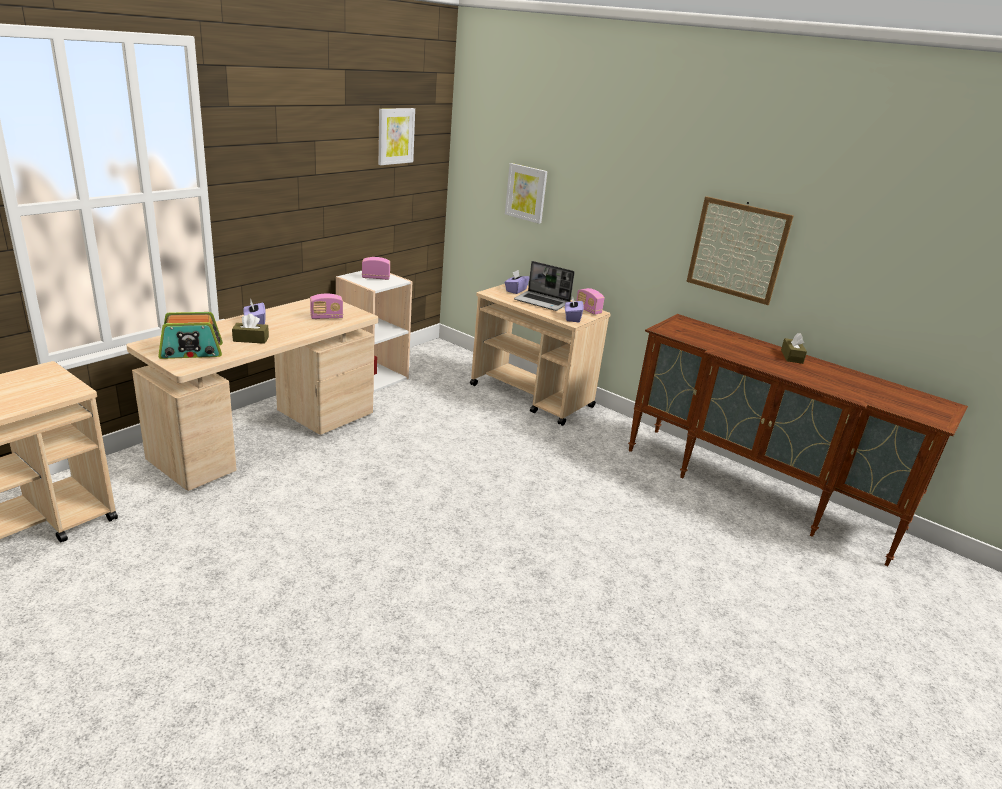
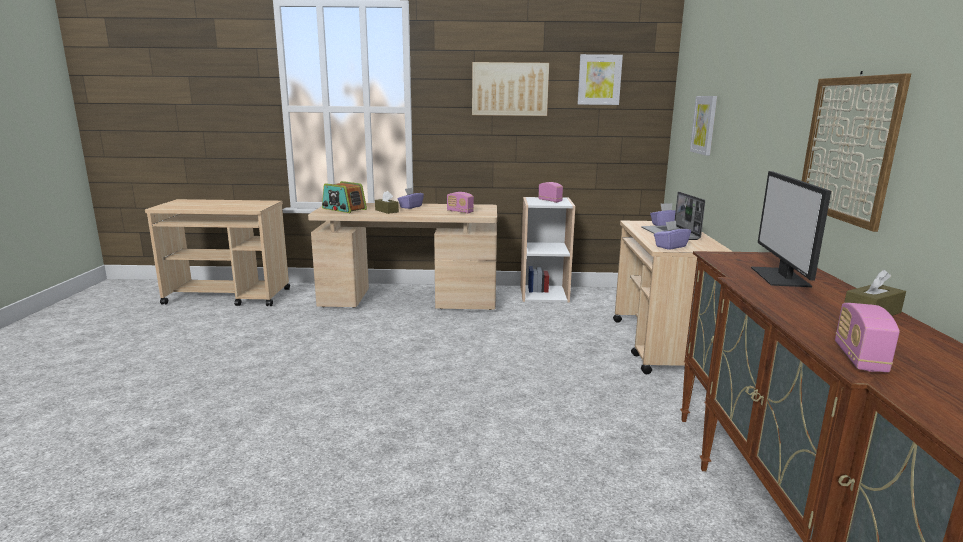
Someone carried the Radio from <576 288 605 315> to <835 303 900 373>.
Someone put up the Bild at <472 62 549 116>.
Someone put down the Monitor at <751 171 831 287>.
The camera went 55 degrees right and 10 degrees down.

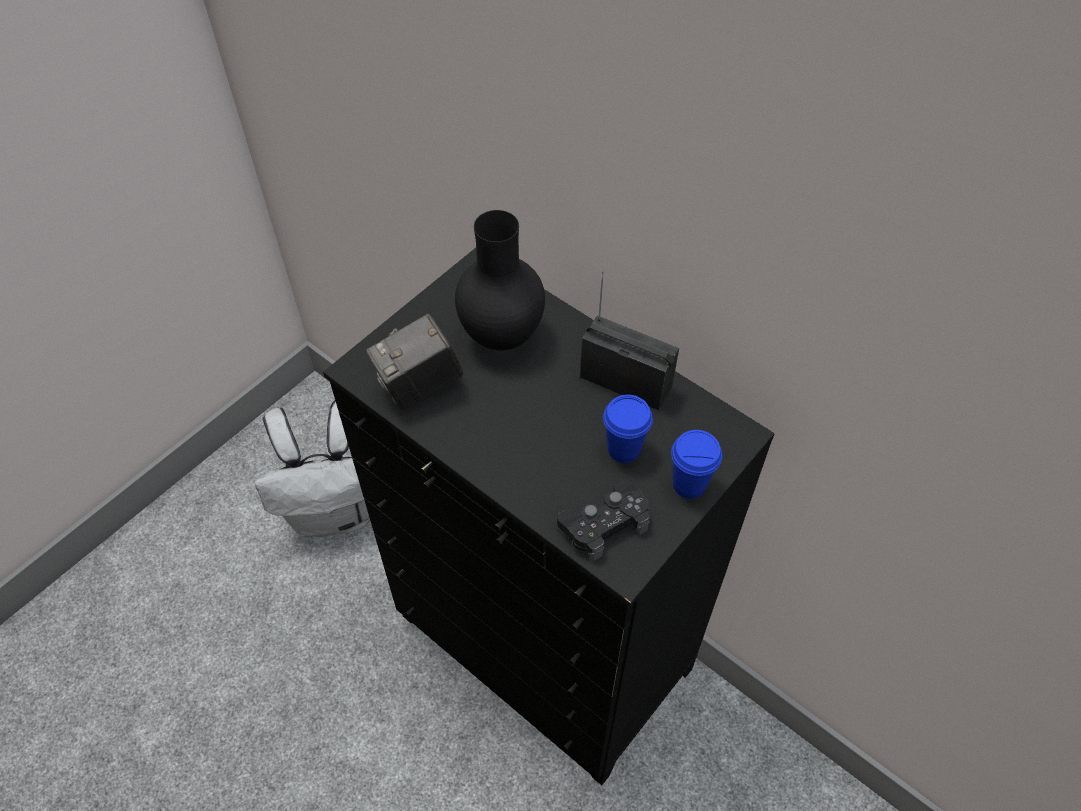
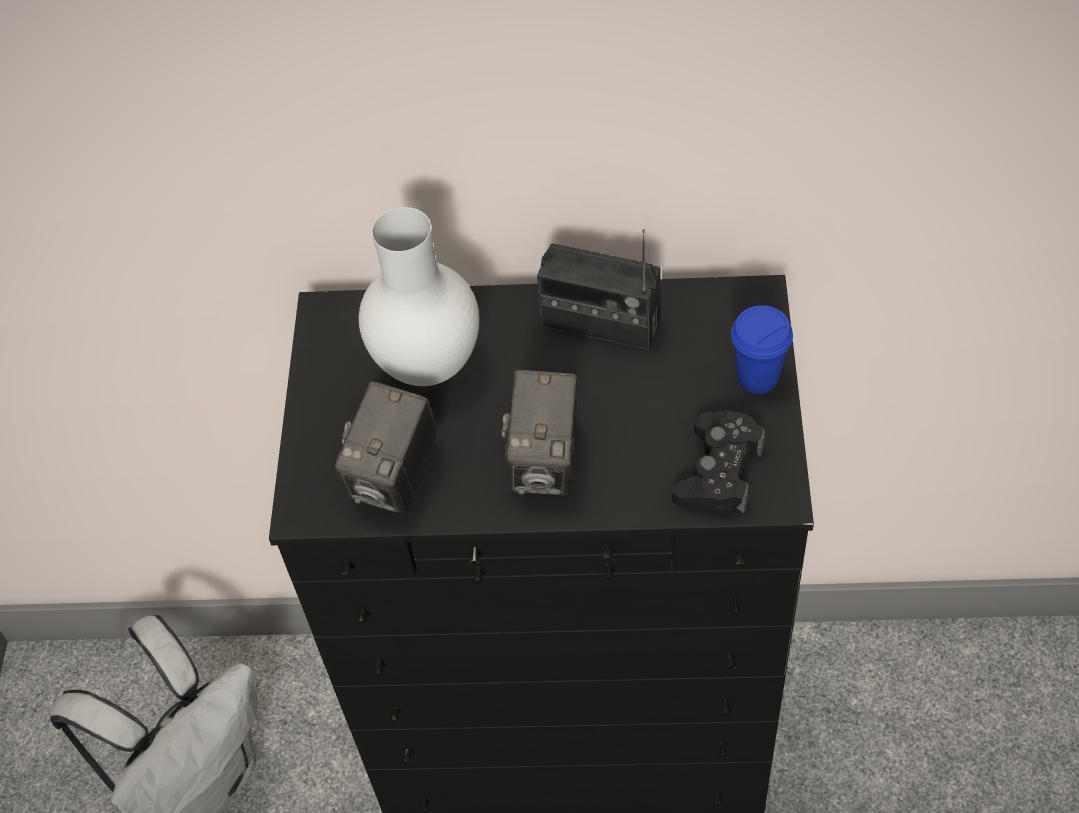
Someone repainted the Vase (schwarz) at <455 210 545 351>, which became the Vase (weiß) at <359 207 479 386>.
Someone rotated the Radio at <580 271 679 410> by 150 degrees counterclockwise.
Someone took away the Tasse (blau) at <603 395 653 463>.
Someone put down the Kamera at <502 370 578 495>.
The camera went 35 degrees left and 0 degrees up.

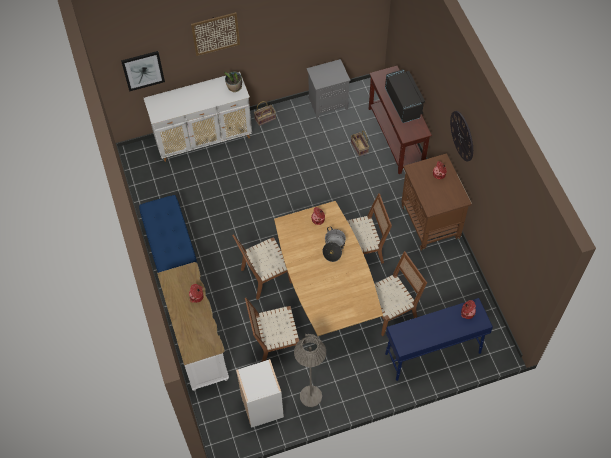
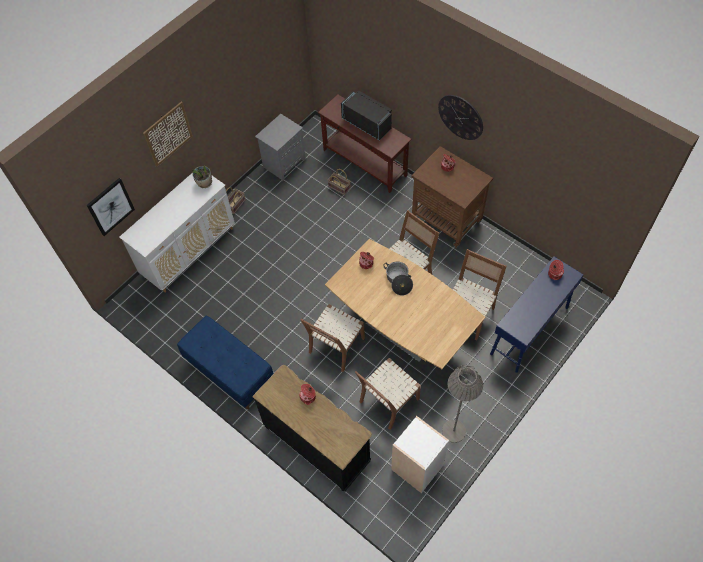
Someone repainted the Kommode (weiß) at <157 262 229 391>, which became the Kommode (schwarz) at <252 365 372 492>.
The camera went 30 degrees left and 0 degrees up.

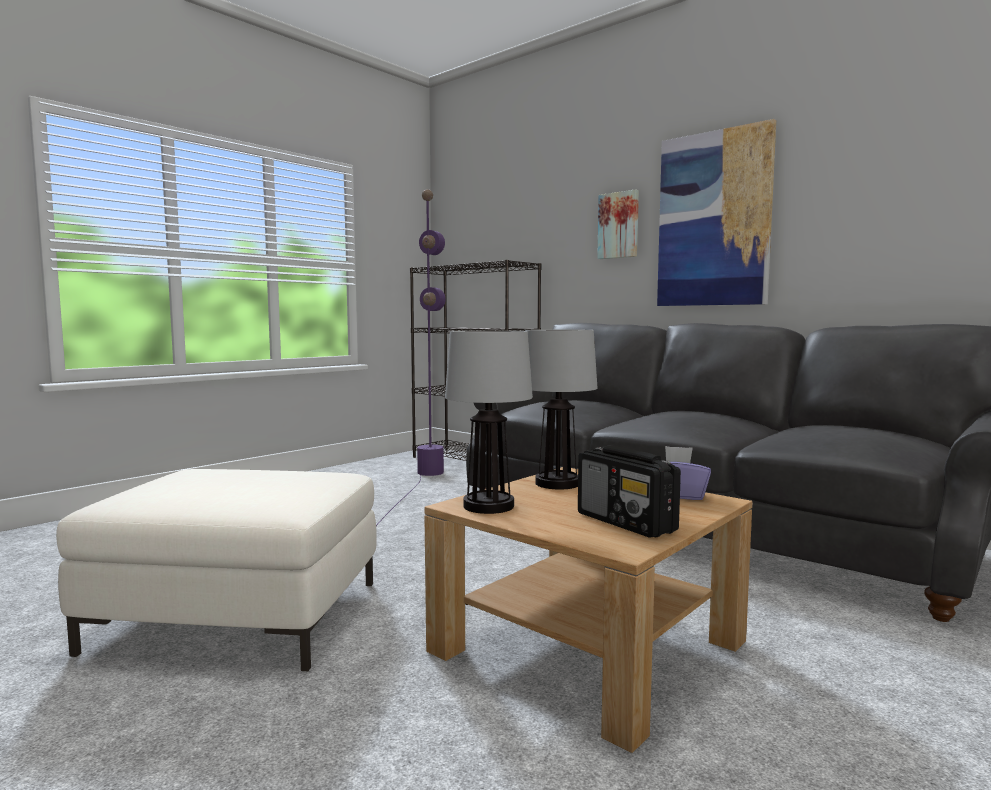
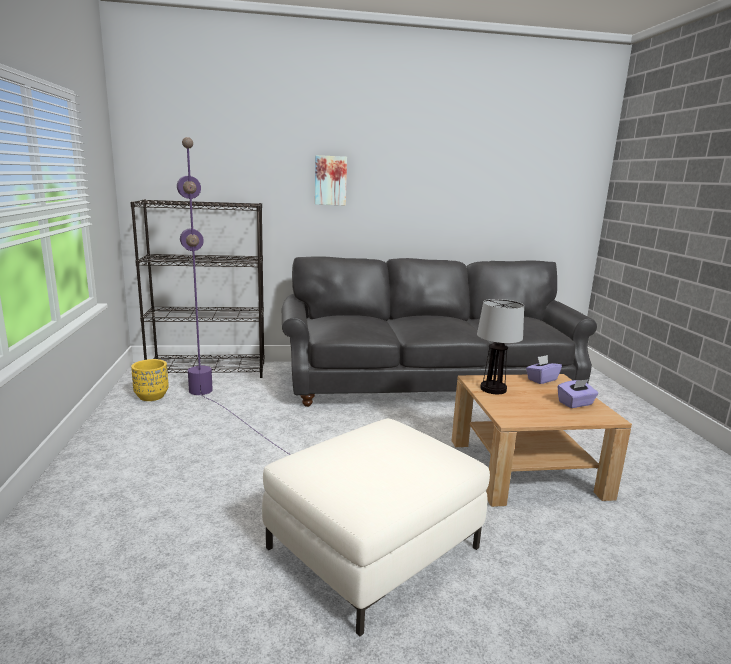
Someone took away the Bild at <657 119 776 306>.
Someone took away the Tischlampe at <445 331 533 514>.
Someone swapped the Radio at <578 446 681 538> for the Taschentuchbox (lila) at <557 379 598 408>.
Someone put down the Pflanzkübel (gelb) at <131 359 169 401>.
The camera went 50 degrees left and 10 degrees up.

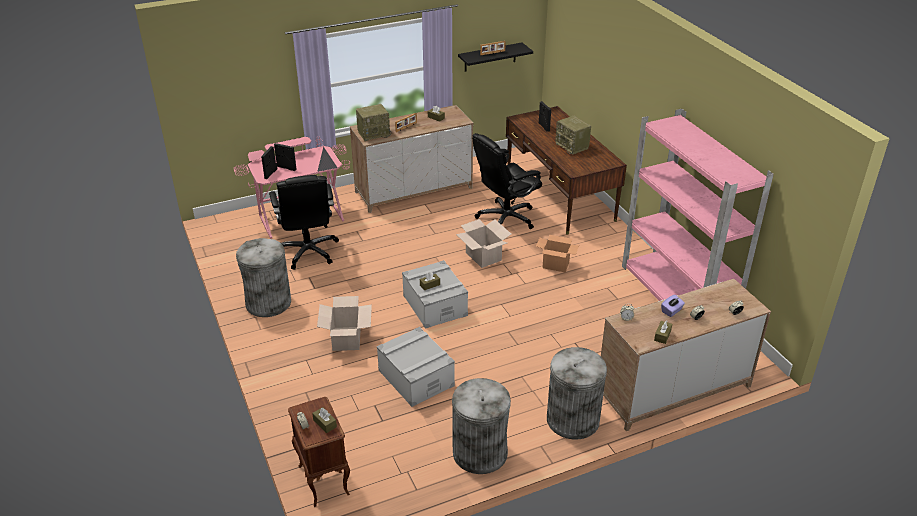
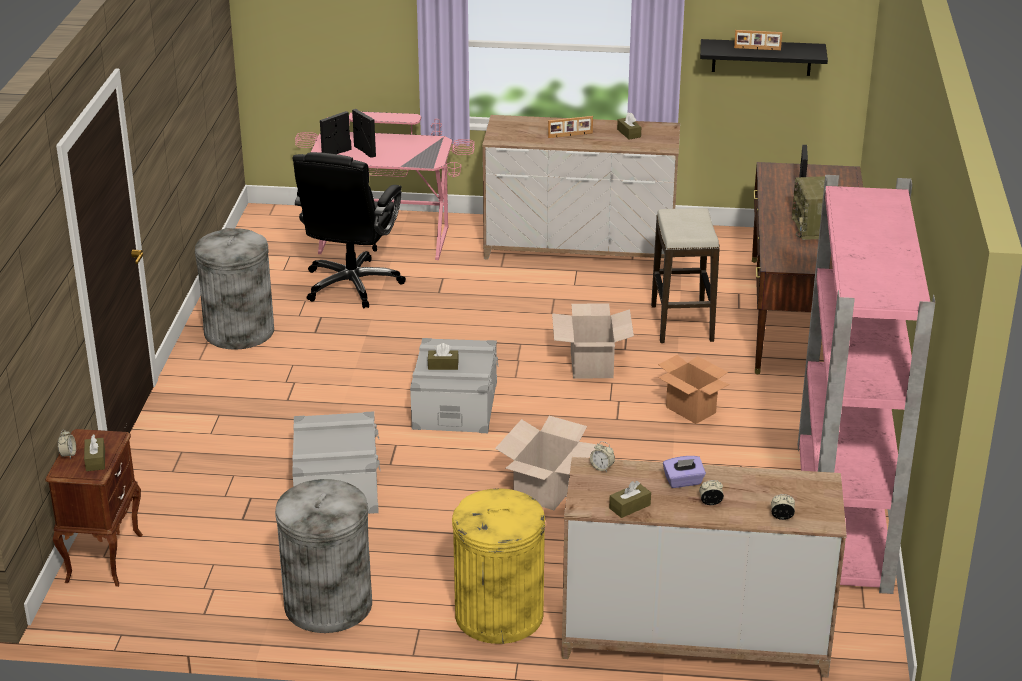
Someone took away the Radio at <356 104 392 141>.
Someone swapped the Bürostuhl (schwarz) at <472 133 542 229> for the Hocker at <651 208 720 343>.
Someone carried the Karton from <317 296 372 351> to <495 416 597 510>.
Someone repainted the Mülleimer (grau) at <547 347 607 439>, which became the Mülleimer (gelb) at <452 488 545 644>.
The camera went 30 degrees right and 5 degrees down.

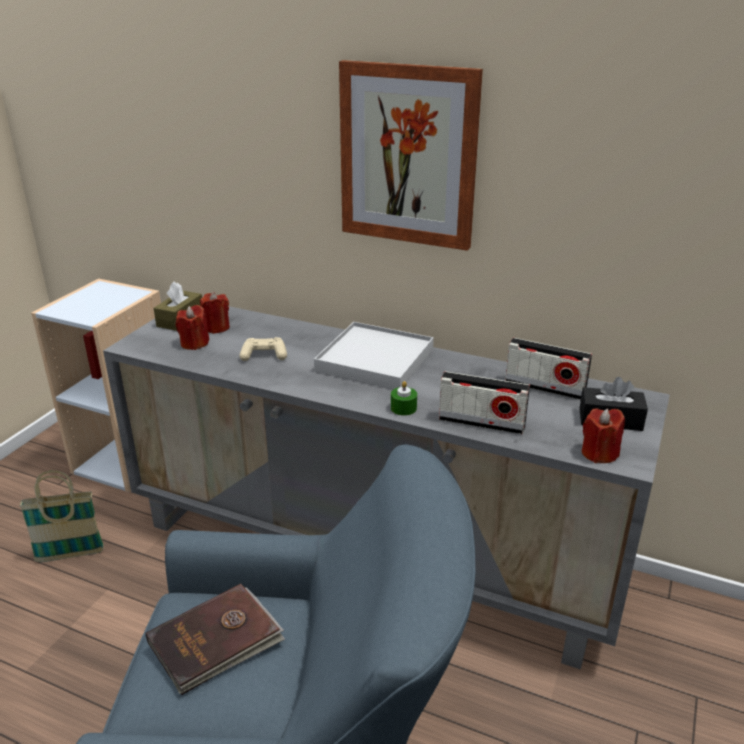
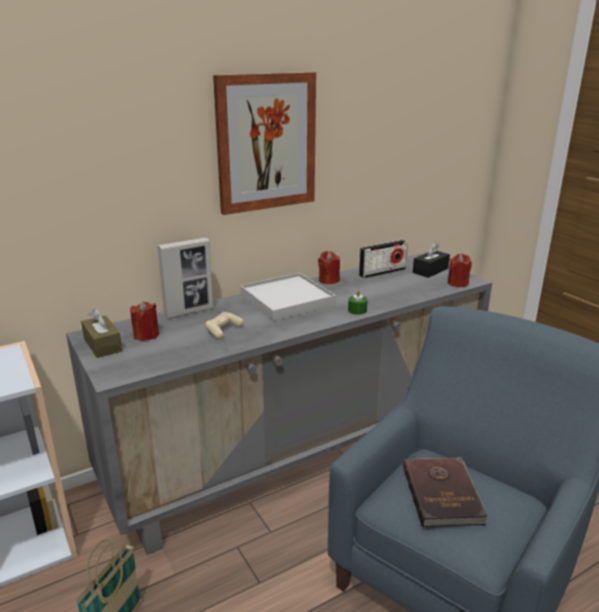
Someone carried the Kerze (rot) from <176 305 209 350> to <318 251 340 284>.
Someone took away the Radio at <439 371 530 434>.
Someone put down the Bilderrahmen at <157 238 213 319>.
The camera went 55 degrees left and 5 degrees down.

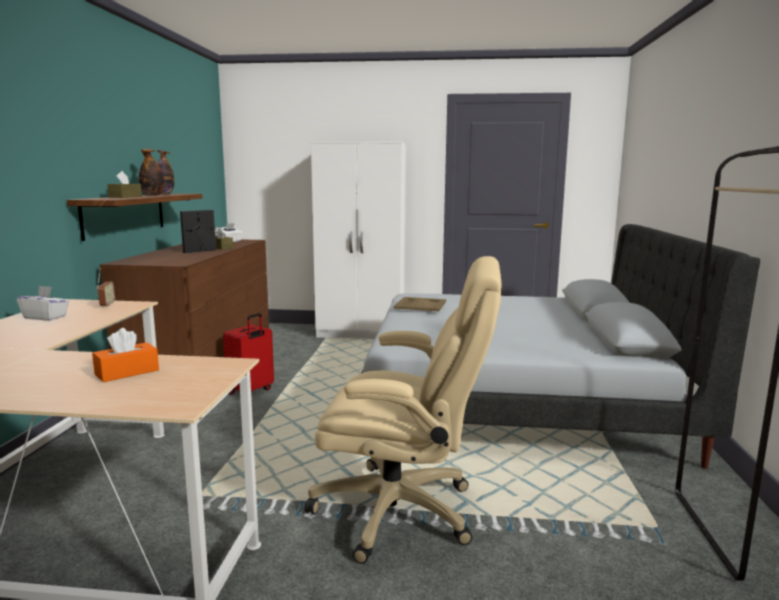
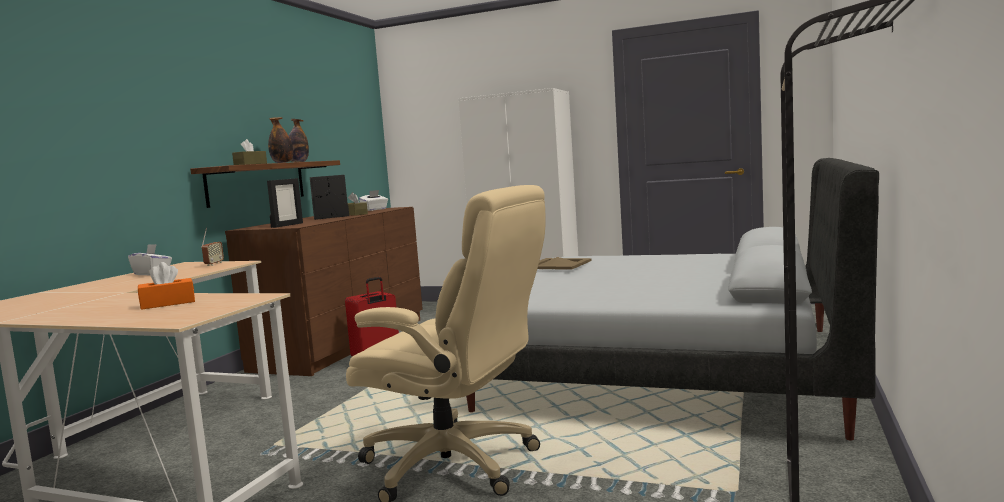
Someone put down the Bilderrahmen at <267 178 303 228>.
The camera went 15 degrees right and 5 degrees down.

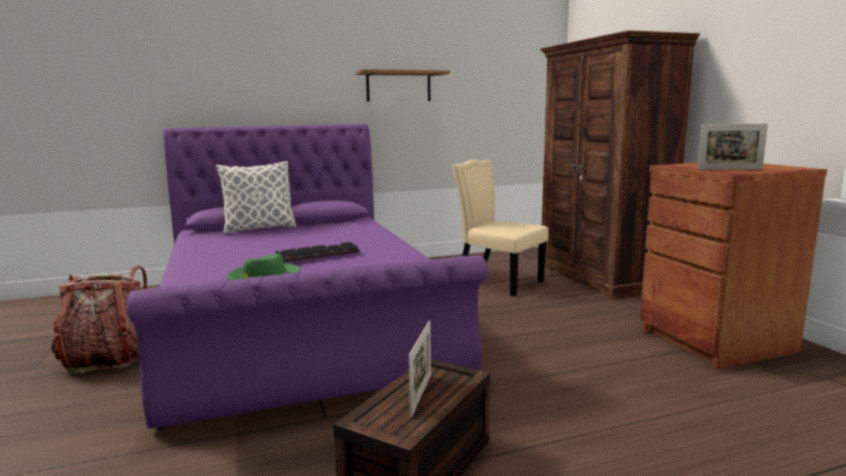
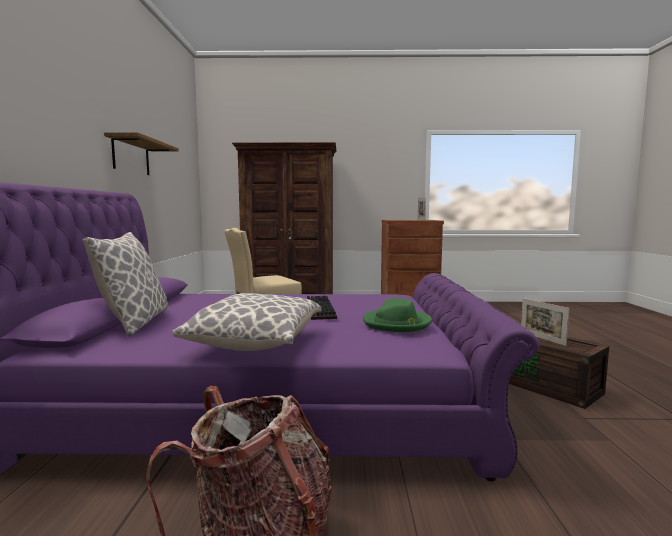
Someone rotated the Bilderrahmen at <409 321 431 417> by 150 degrees counterclockwise.
Someone put down the Kissen at <173 293 322 351>.
The camera went 70 degrees left and 5 degrees down.

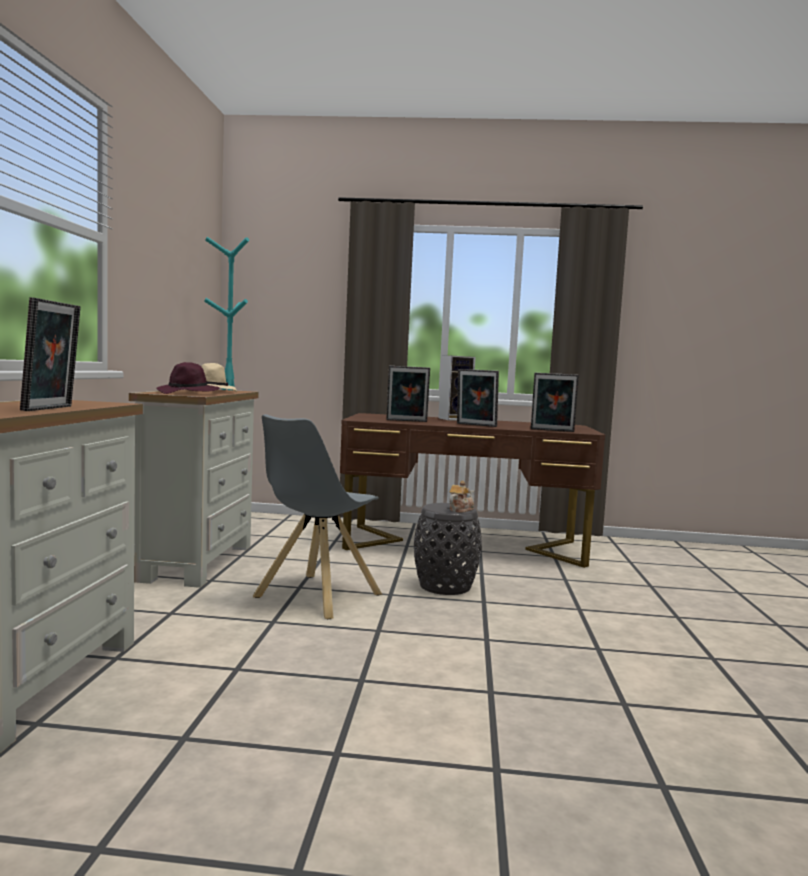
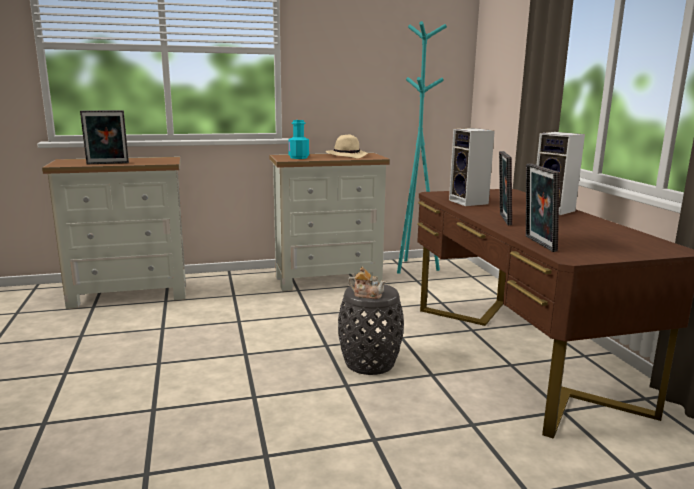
Someone swapped the Hut (lila) at <156 362 220 394> for the Flasche (türkis) at <288 120 309 159>.
Someone swapped the Bilderrahmen at <386 366 430 422> for the Lautsprecher at <449 128 495 206>.
Someone took away the Stuhl (grau) at <253 414 382 619>.
The camera went 70 degrees right and 10 degrees up.

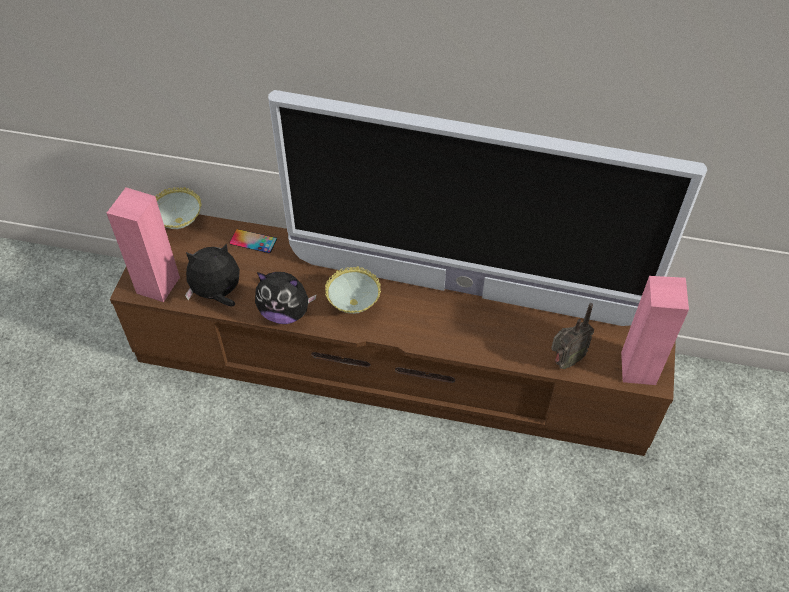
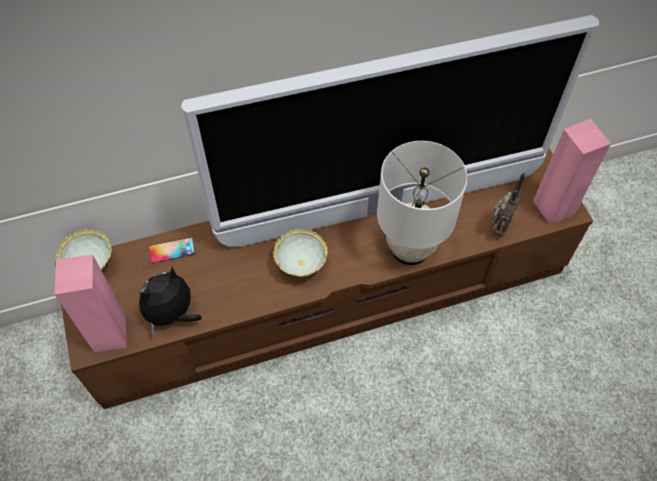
Someone took away the Plüschtier at <255 272 317 324>.
Someone put down the Tischlampe (weiß) at <377 141 467 265>.
The camera went 30 degrees left and 5 degrees up.

